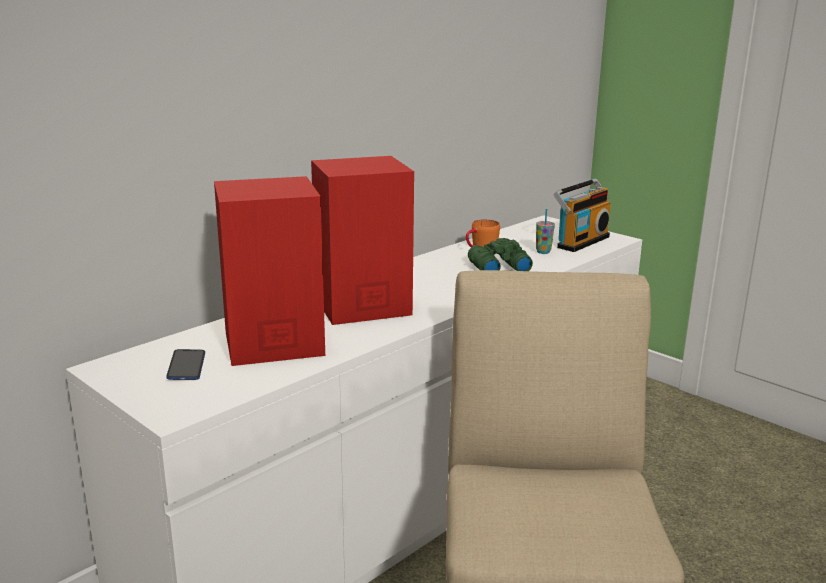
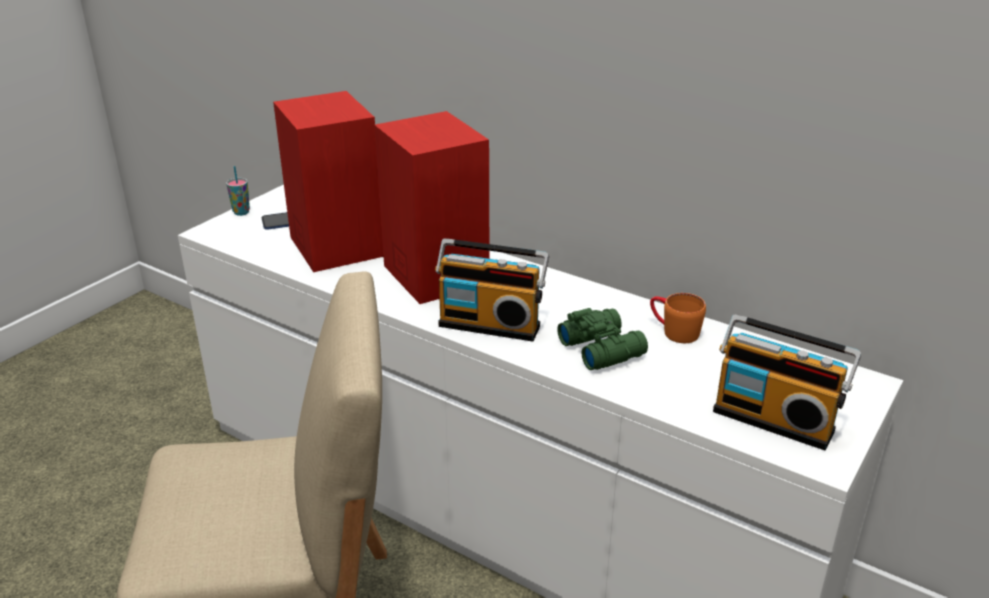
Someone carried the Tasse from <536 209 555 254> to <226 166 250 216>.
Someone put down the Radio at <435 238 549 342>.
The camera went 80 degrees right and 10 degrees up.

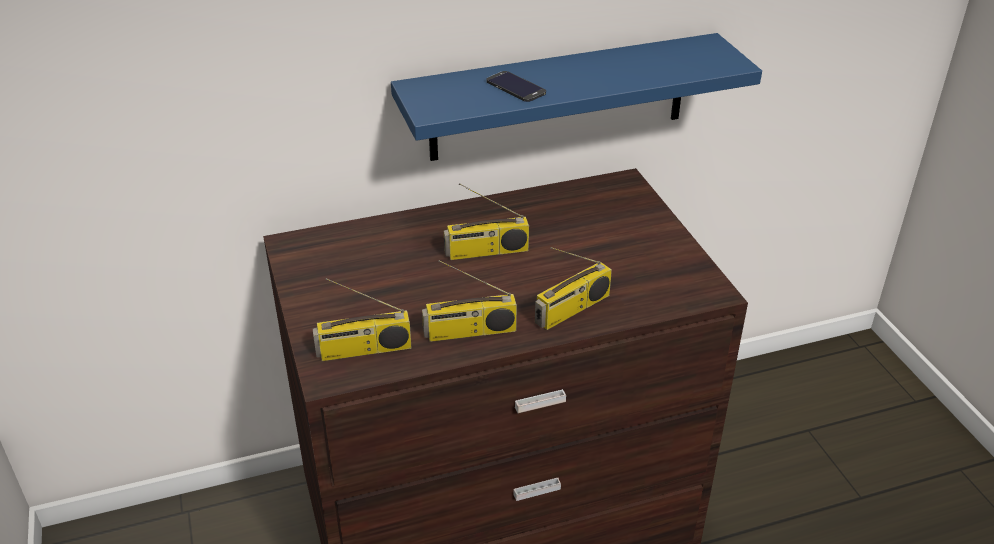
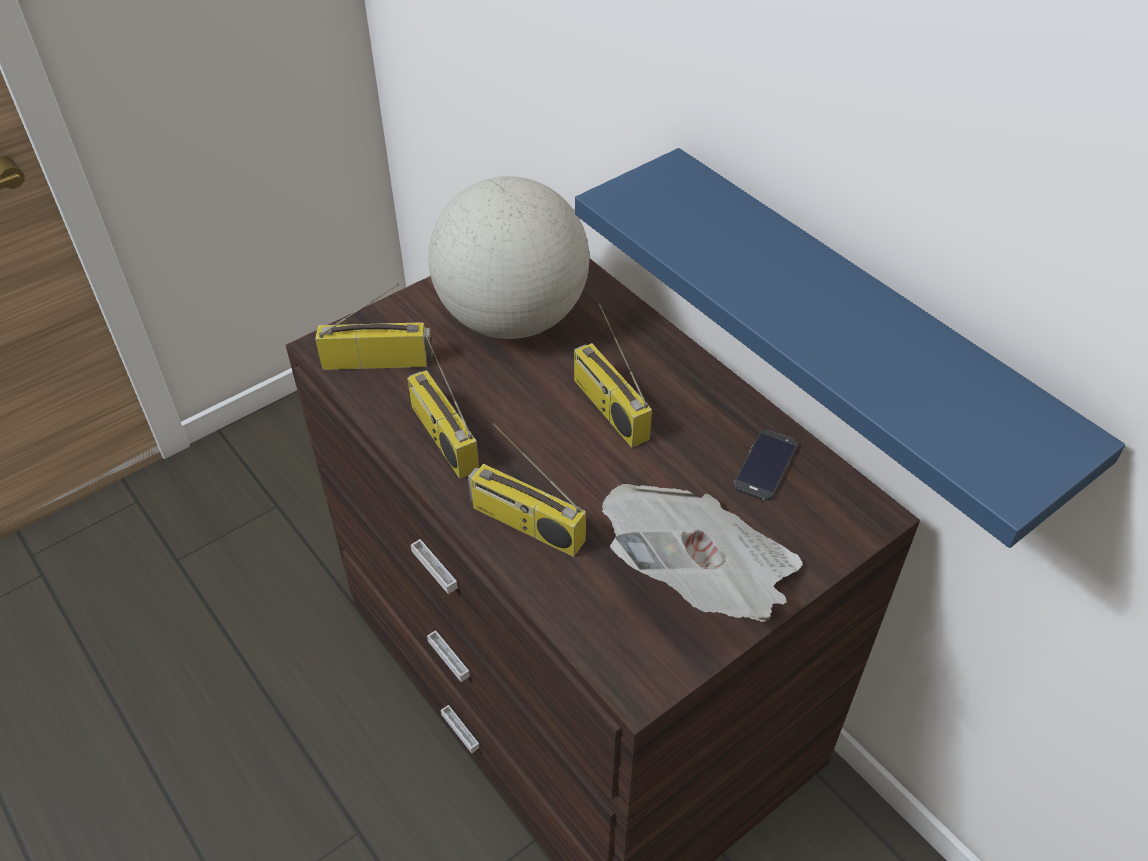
Someone carried the Handy from <486 71 546 102> to <734 430 798 501>.
Someone rotated the Radio at <313 278 412 361> by 120 degrees clockwise.
Someone put down the Globus at <428 176 589 339>.
Someone put down the Zeitung at <602 484 803 622>.
The camera went 70 degrees right and 10 degrees up.

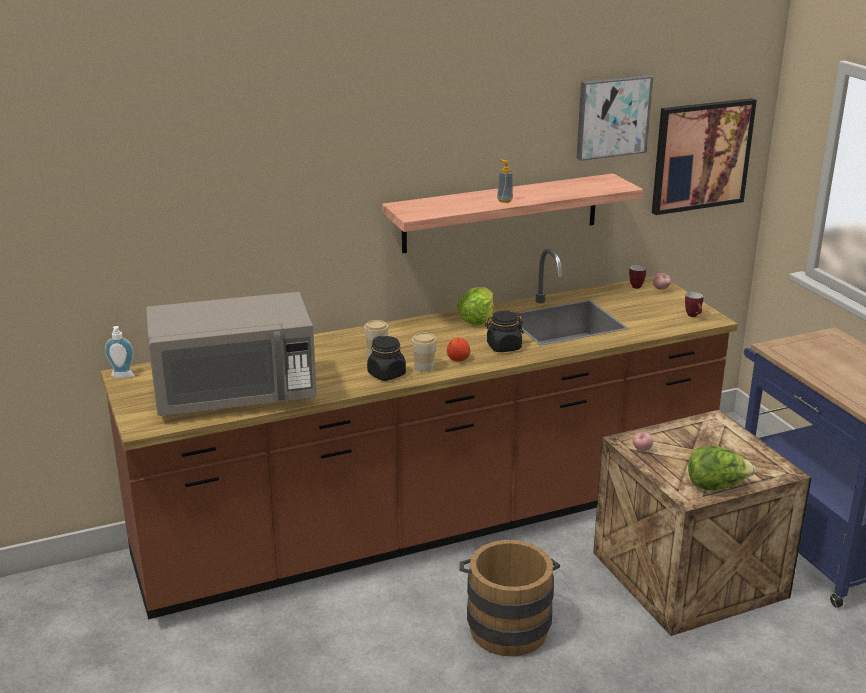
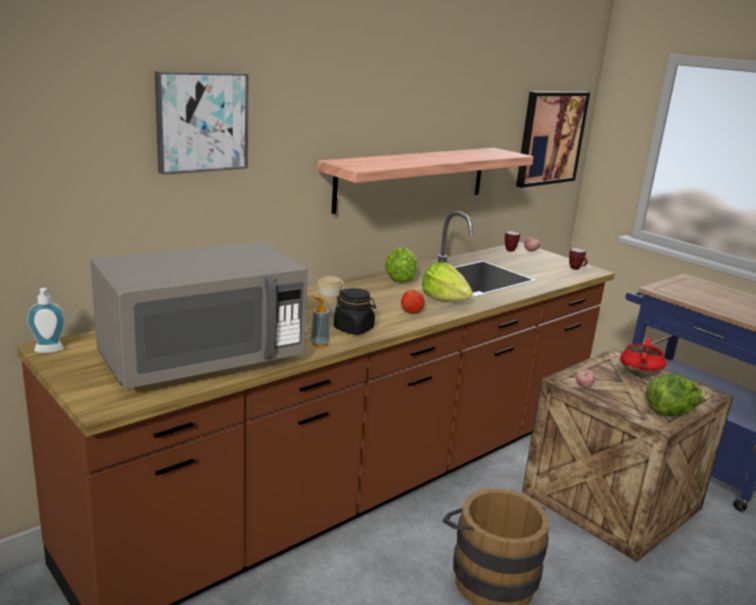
Someone carried the Bild from <577 75 653 161> to <155 71 249 175>.
Someone carried the Seifenspender from <497 159 513 203> to <310 296 329 347>.
Someone swapped the Vorratsglas (schwarz) at <485 311 524 352> for the Salatkopf at <422 262 473 302>.
Someone took away the Tasse at <411 333 437 372>.
Someone put down the Kochtopf (rot) at <620 338 667 378>.
The camera went 20 degrees left and 5 degrees down.

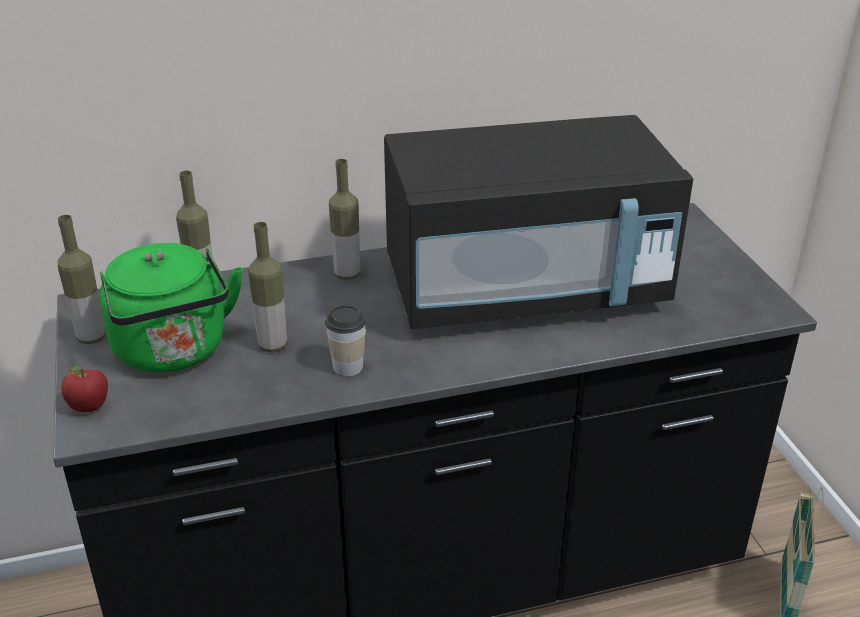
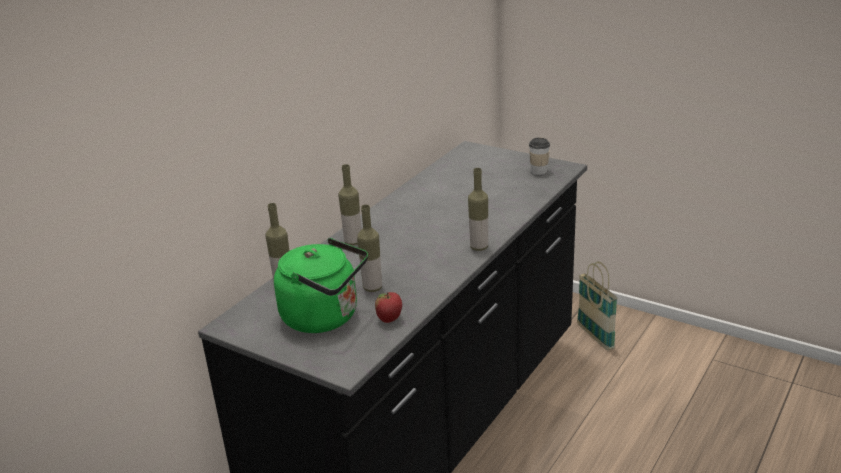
Someone took away the Mikrowelle (schwarz) at <384 115 694 329>.
Someone carried the Flasche from <58 215 105 344> to <468 168 488 251>.
Someone carried the Tasse from <325 305 366 376> to <529 138 550 175>.
Someone carried the Apfel from <62 366 108 412> to <375 292 402 323>.
The camera went 40 degrees left and 5 degrees down.

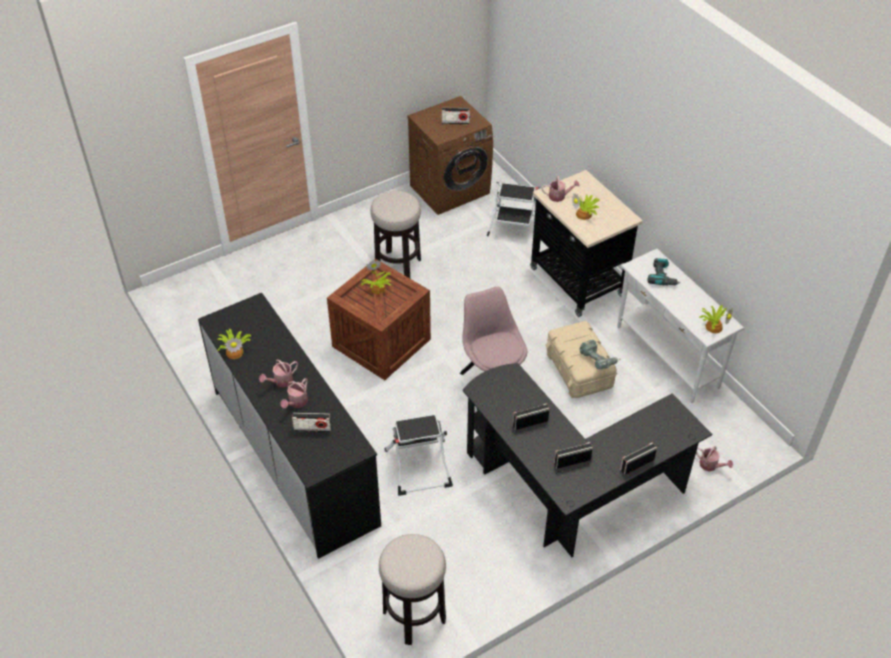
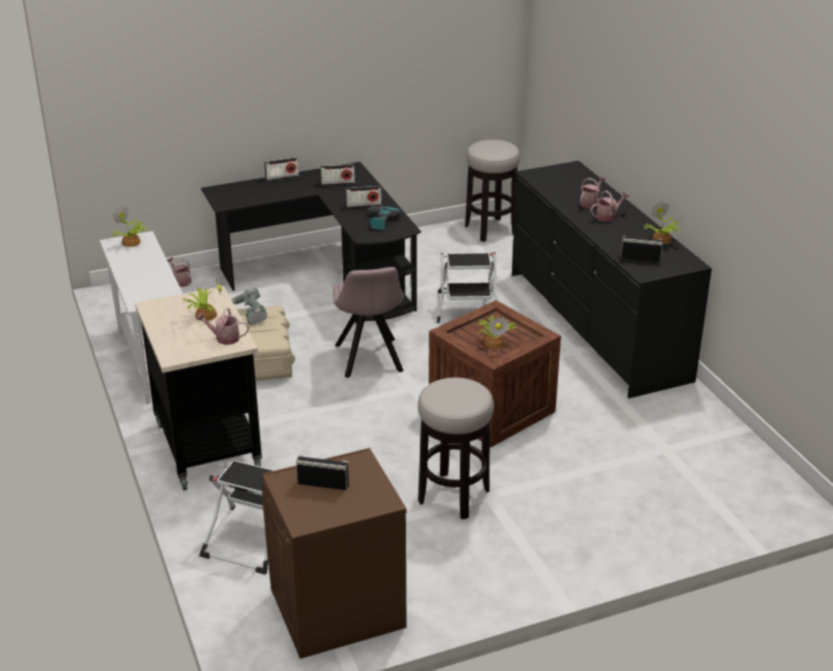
Someone carried the Bohrmaschine from <648 258 680 286> to <368 206 402 230>.
Someone carried the Radio from <292 413 332 432> to <621 236 663 263>.
The camera went 170 degrees left and 15 degrees down.

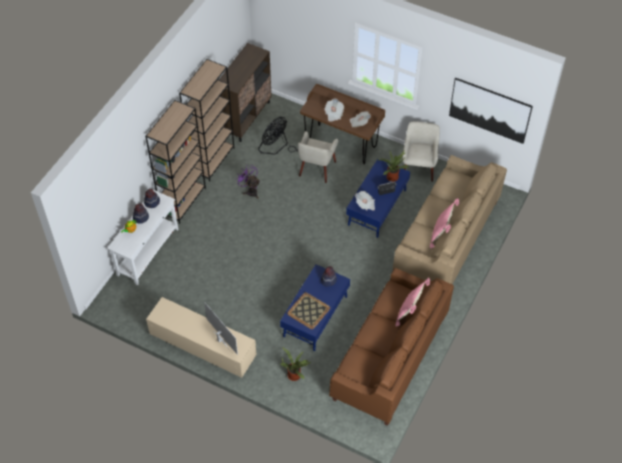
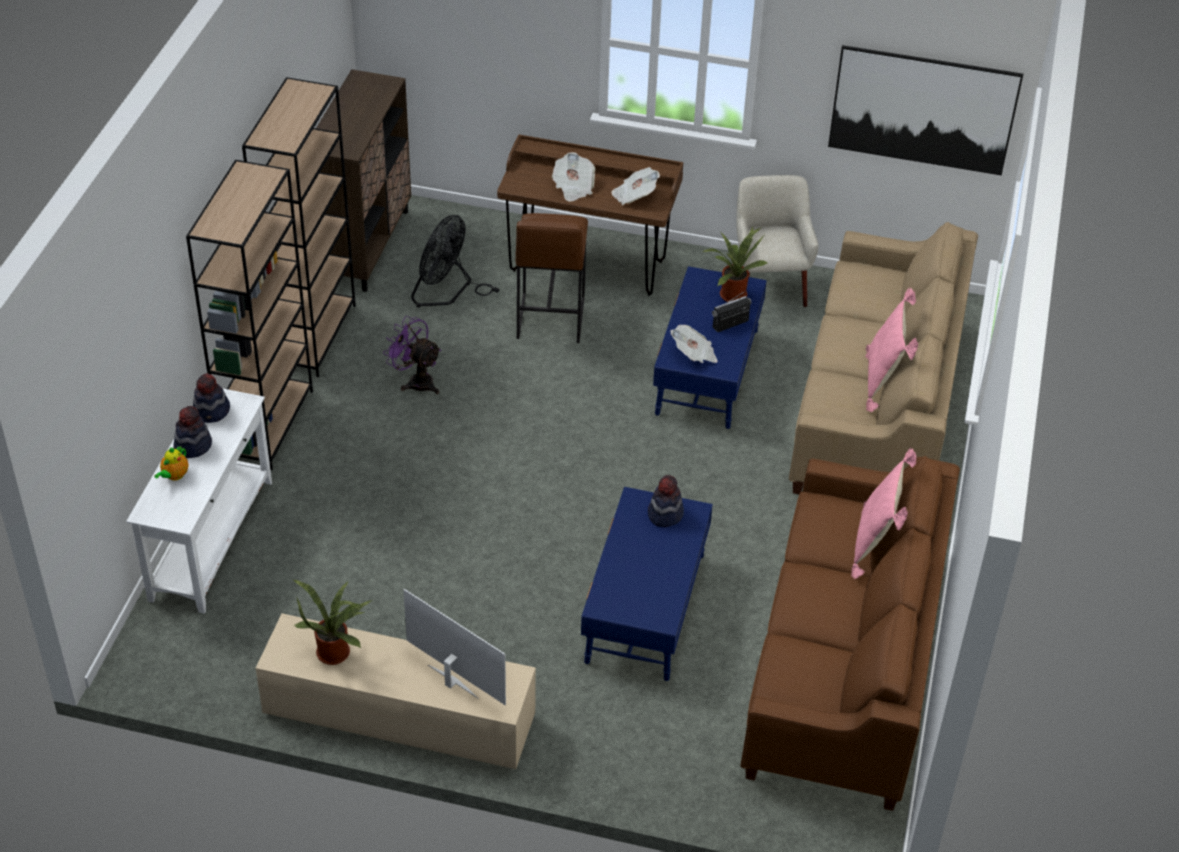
Someone swapped the Sessel (beige) at <298 131 338 183> for the Hocker (braun) at <515 213 588 343>.
Someone took away the Tablett at <287 292 330 329>.
Someone carried the Topfpflanze from <280 347 311 381> to <293 580 373 665>.
The camera went 15 degrees left and 10 degrees down.

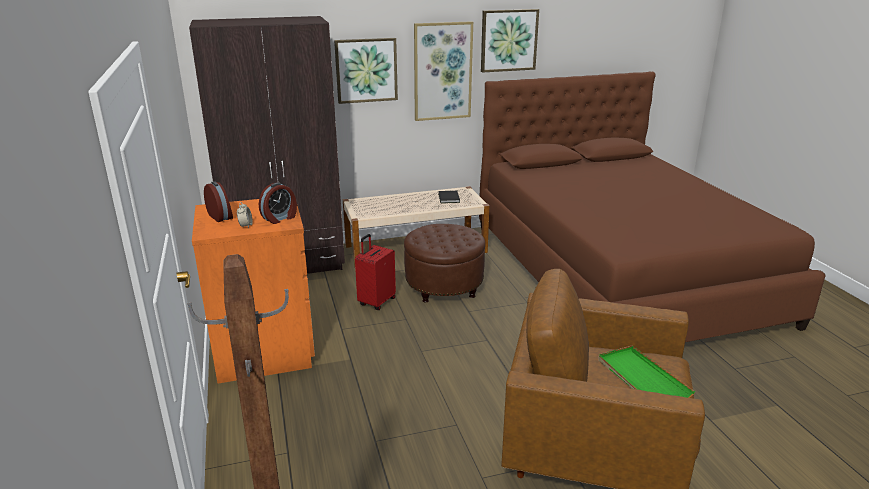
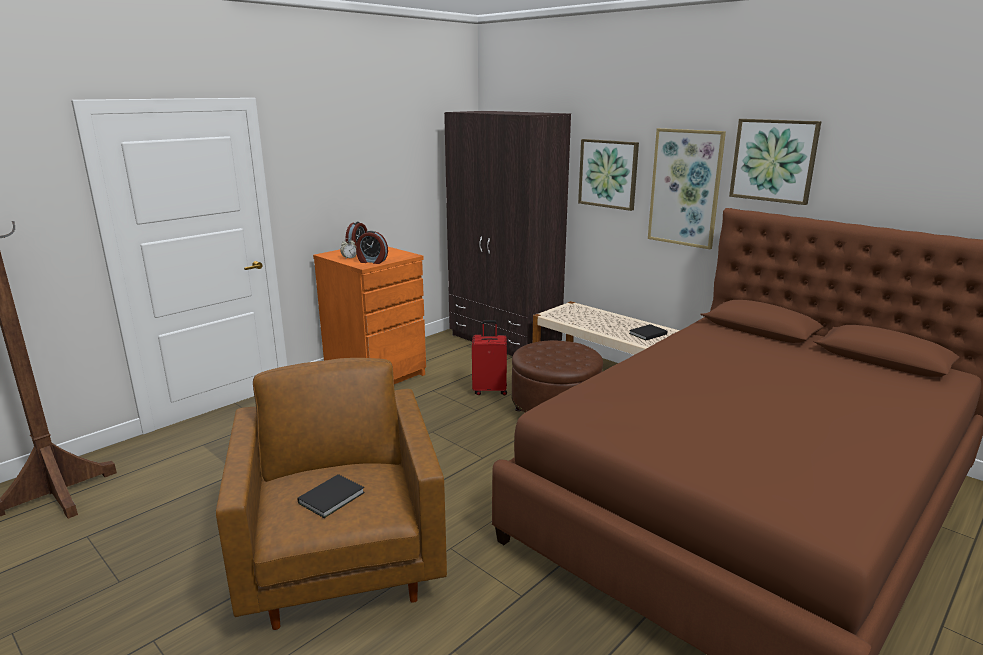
Someone swapped the Tablett (grün) at <598 346 695 398> for the Buch (schwarz) at <297 474 365 518>.
The camera went 60 degrees right and 5 degrees down.

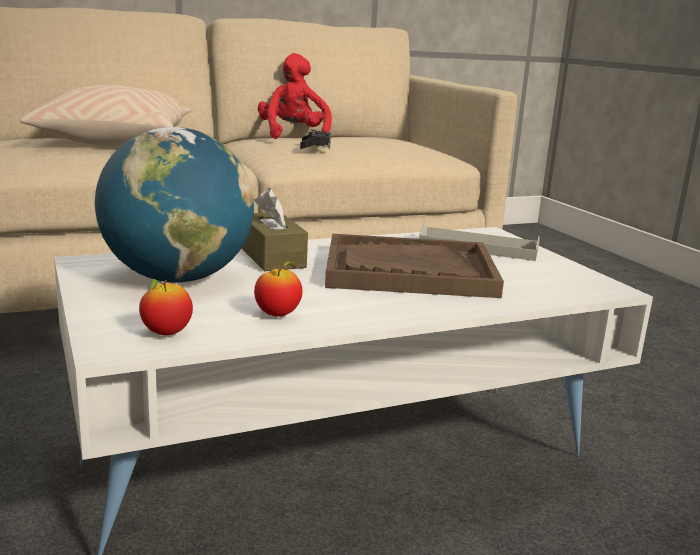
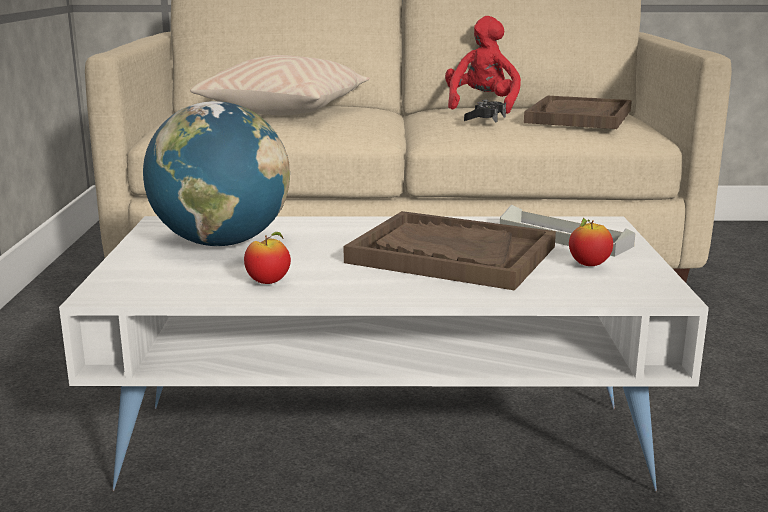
Someone took away the Taschentuchbox (braun) at <242 188 308 271>.
Someone carried the Apfel from <139 279 193 335> to <569 218 613 266>.
Someone put down the Tablett (braun) at <524 96 632 129>.
The camera went 25 degrees right and 0 degrees up.

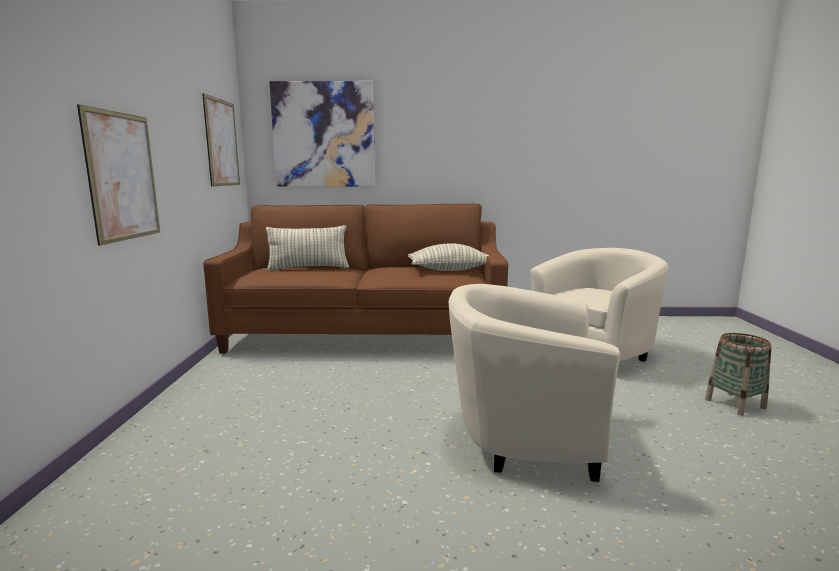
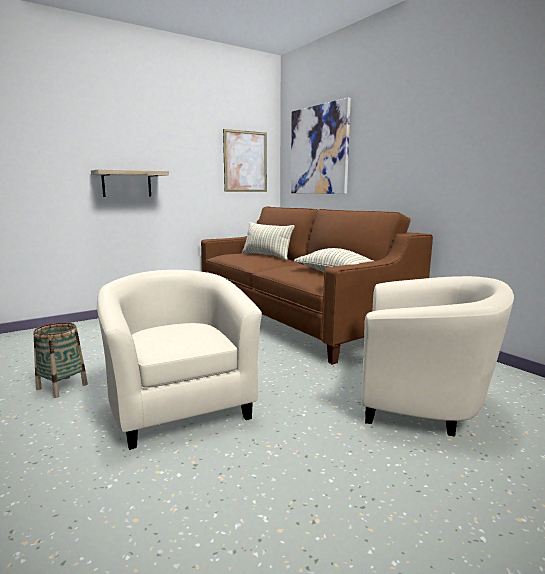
Someone swapped the Bild at <77 104 160 246> for the Wandregal at <91 169 169 197>.
Someone carried the Korb from <705 333 771 416> to <33 322 88 398>.
The camera went 55 degrees right and 0 degrees up.

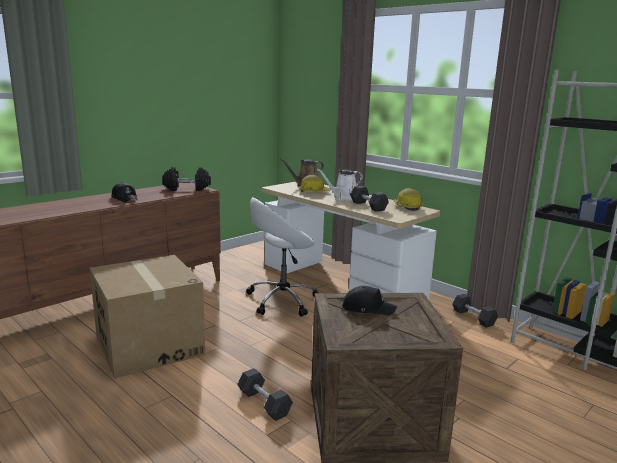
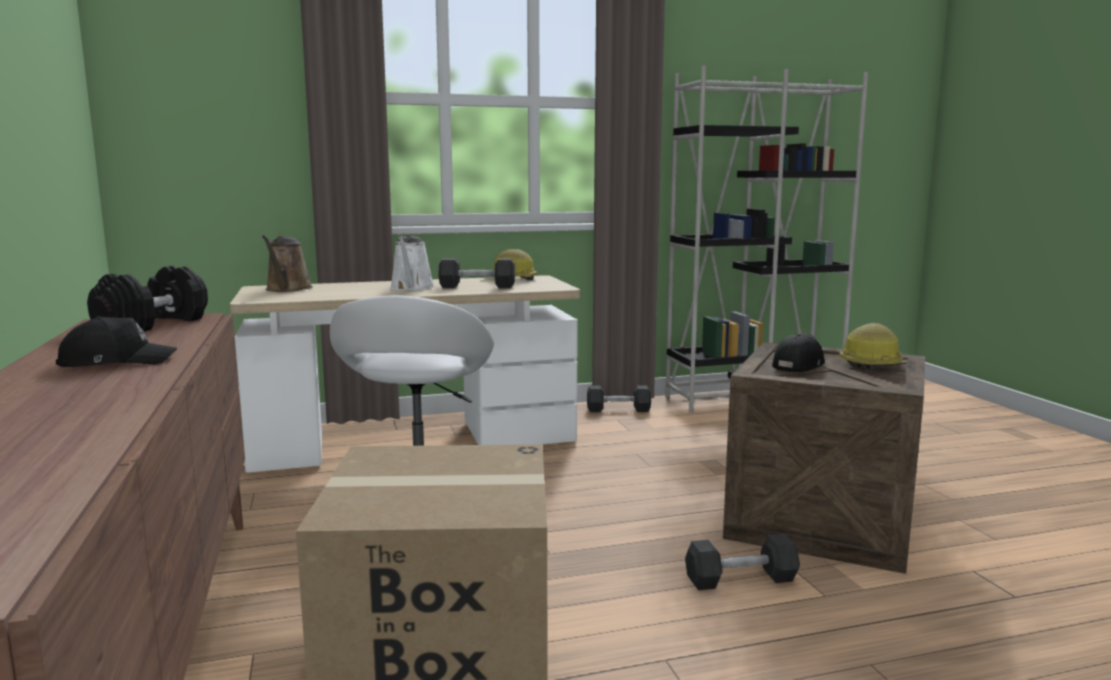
Someone carried the Schutzhelm from <299 175 331 192> to <839 323 903 370>.
The camera went 60 degrees left and 5 degrees down.

